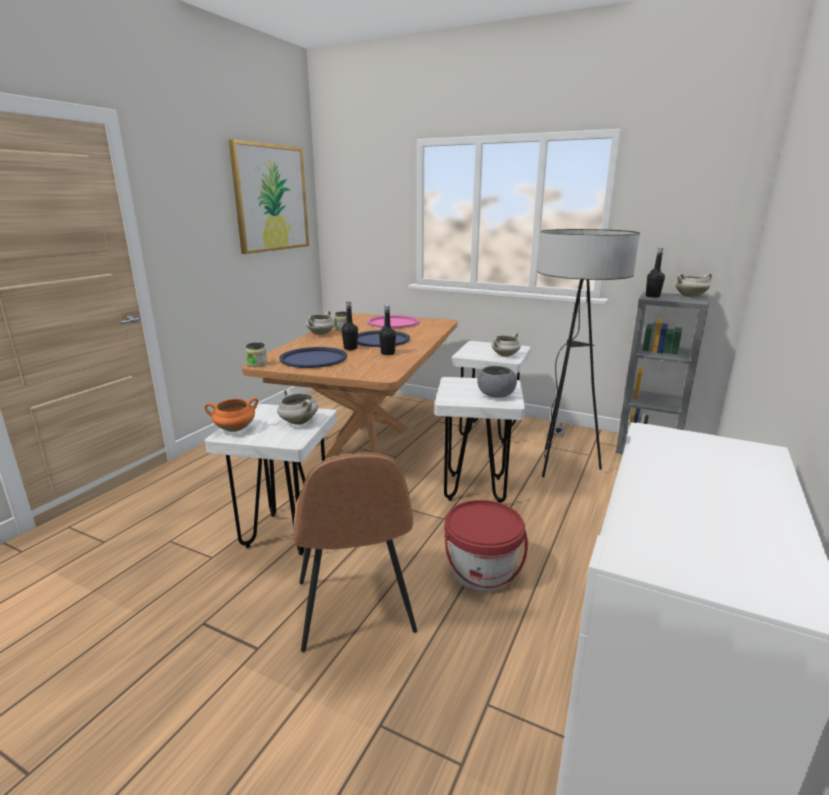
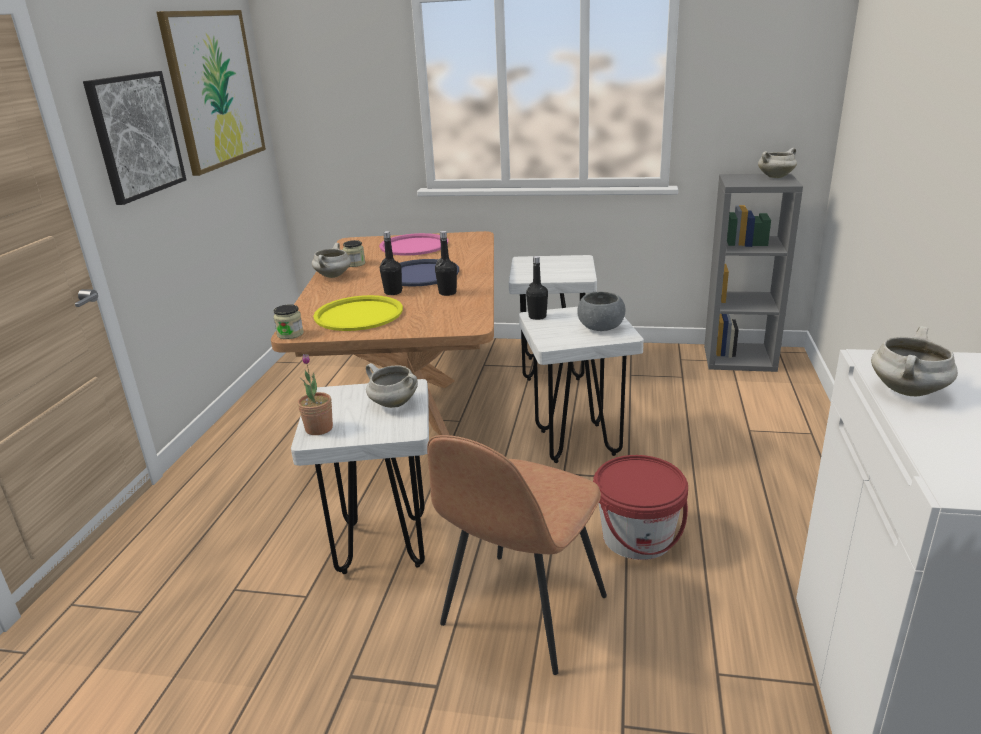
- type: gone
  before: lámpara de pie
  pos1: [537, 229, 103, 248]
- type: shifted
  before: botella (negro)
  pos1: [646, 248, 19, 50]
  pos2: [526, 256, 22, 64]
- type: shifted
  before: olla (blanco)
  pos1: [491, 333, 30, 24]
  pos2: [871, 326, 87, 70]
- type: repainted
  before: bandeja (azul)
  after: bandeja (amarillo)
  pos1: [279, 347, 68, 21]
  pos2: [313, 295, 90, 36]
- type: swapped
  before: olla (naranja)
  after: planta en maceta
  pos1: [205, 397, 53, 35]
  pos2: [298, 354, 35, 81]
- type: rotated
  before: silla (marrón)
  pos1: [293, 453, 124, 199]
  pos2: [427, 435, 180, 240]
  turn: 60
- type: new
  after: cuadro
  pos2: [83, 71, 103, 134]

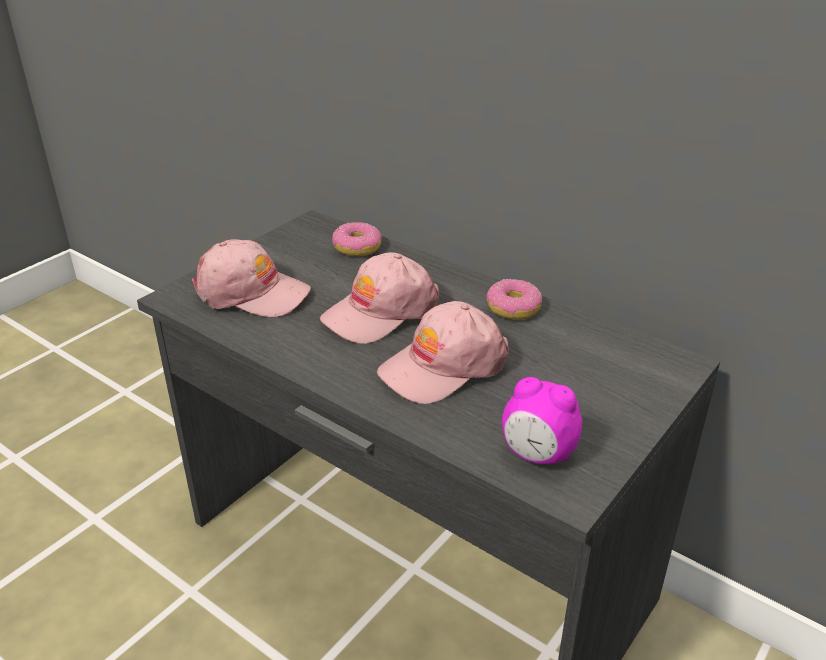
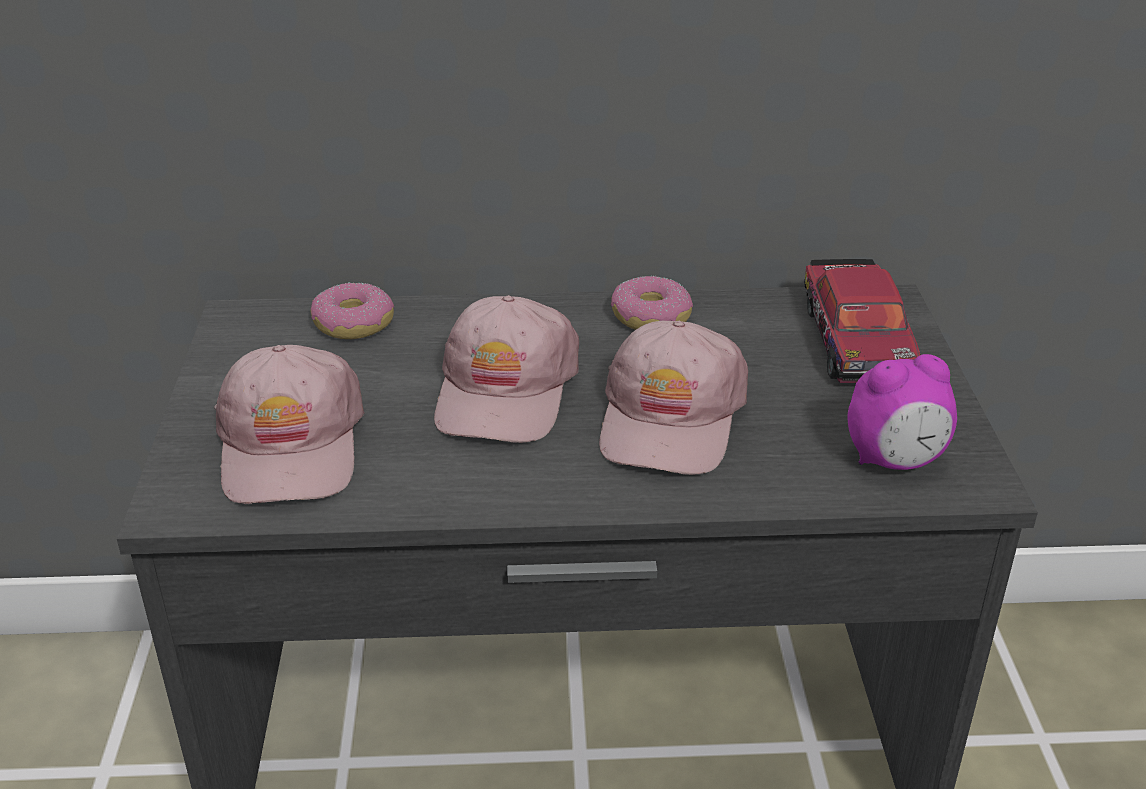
- type: rotated
  before: gorra (rosa)
  pos1: [192, 239, 119, 78]
  pos2: [214, 345, 150, 159]
  turn: 105
- type: new
  after: coche de juguete
  pos2: [804, 259, 117, 124]

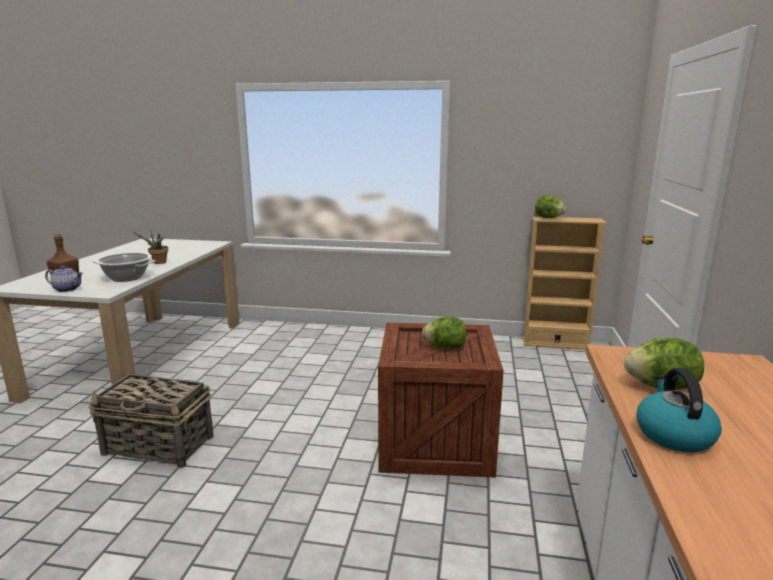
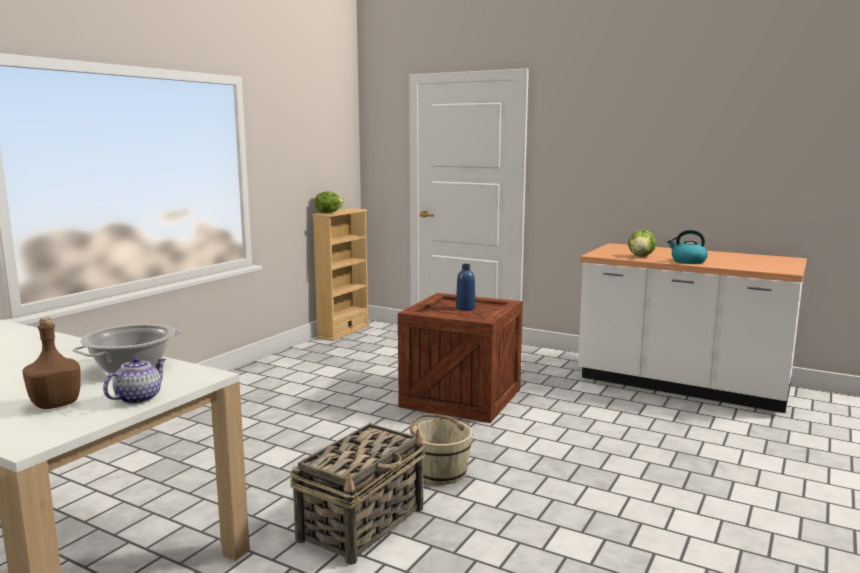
- type: gone
  before: planta en maceta
  pos1: [132, 230, 36, 34]
- type: swapped
  before: lechuga
  after: botella (azul)
  pos1: [422, 317, 44, 32]
  pos2: [456, 264, 19, 47]
- type: new
  after: cubo (beis)
  pos2: [410, 413, 63, 72]

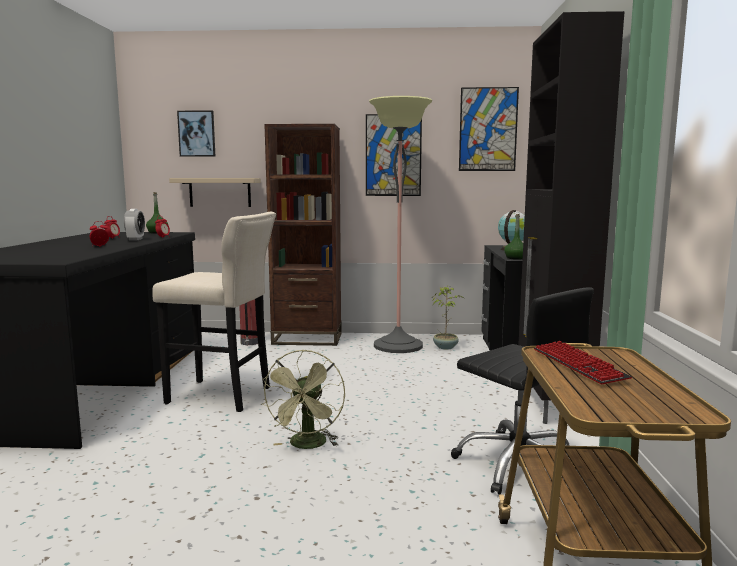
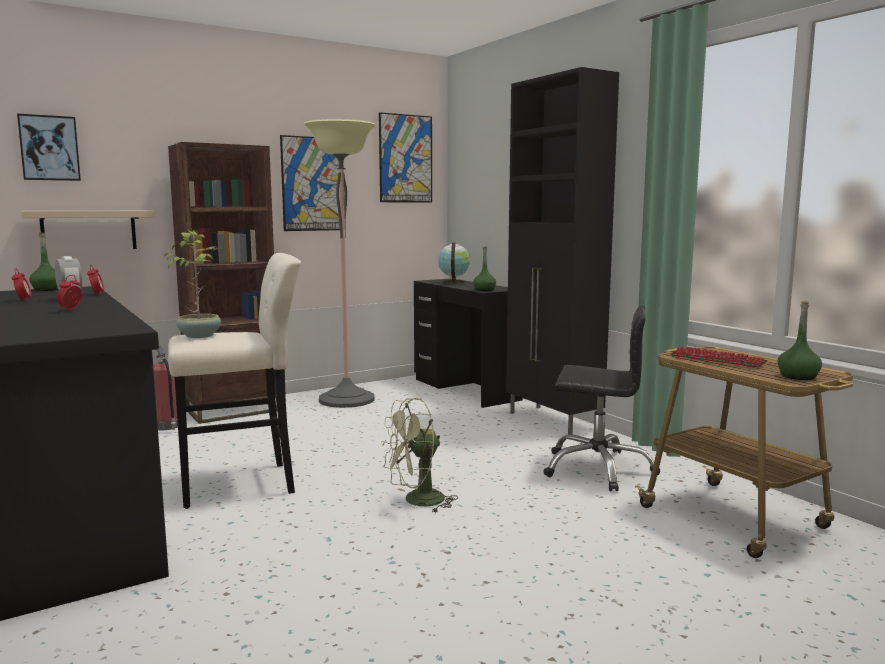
- type: shifted
  before: planta en maceta
  pos1: [432, 286, 32, 64]
  pos2: [164, 230, 59, 108]
- type: rotated
  before: ventilador (verde)
  pos1: [261, 349, 84, 100]
  pos2: [381, 398, 77, 115]
  turn: 90
- type: new
  after: botella (verde)
  pos2: [777, 301, 45, 79]

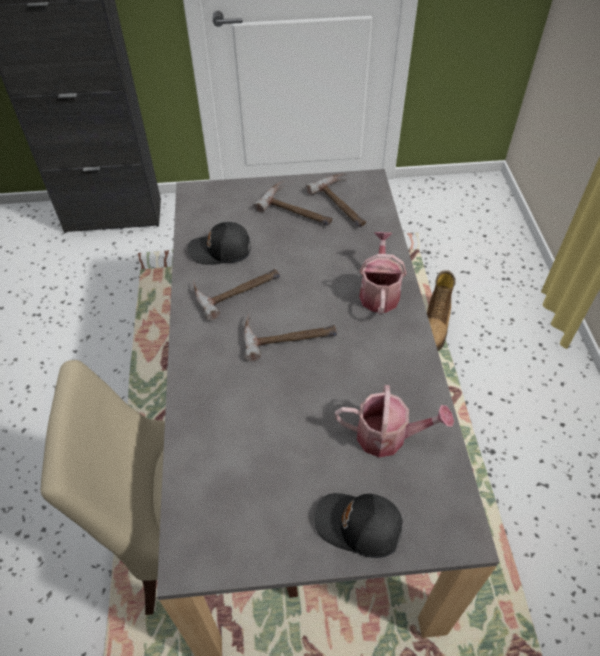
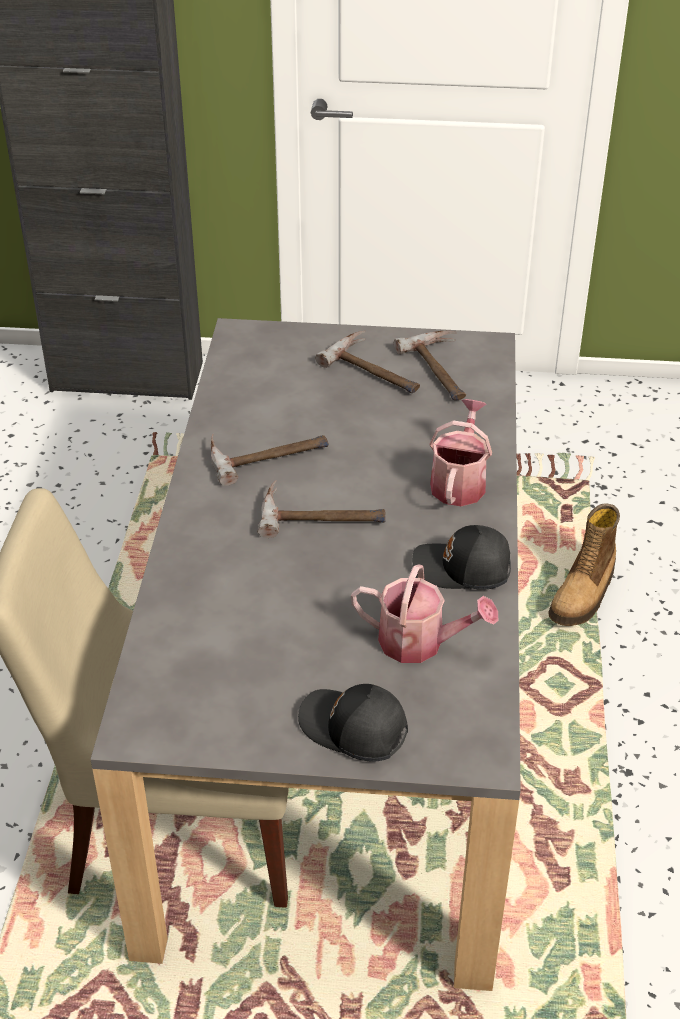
- type: shifted
  before: gorra (negro)
  pos1: [188, 222, 63, 43]
  pos2: [412, 525, 99, 65]

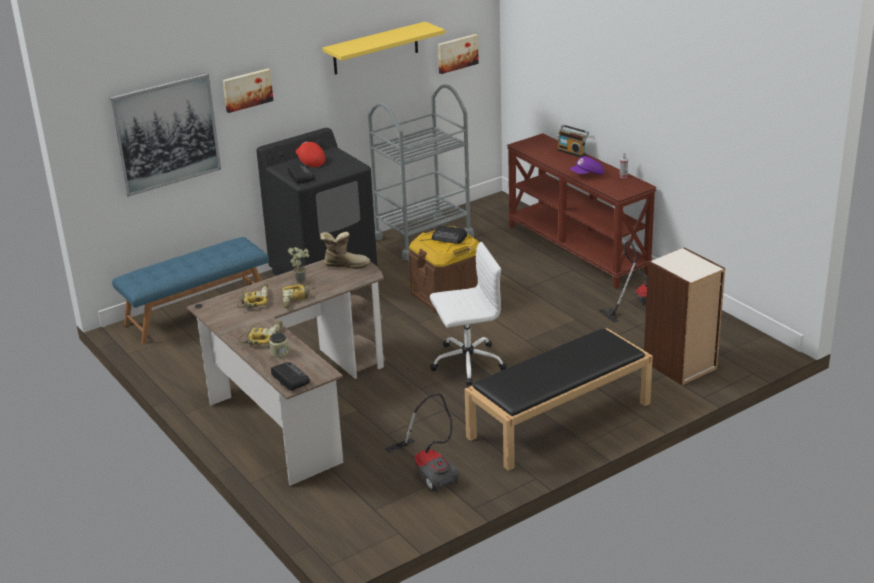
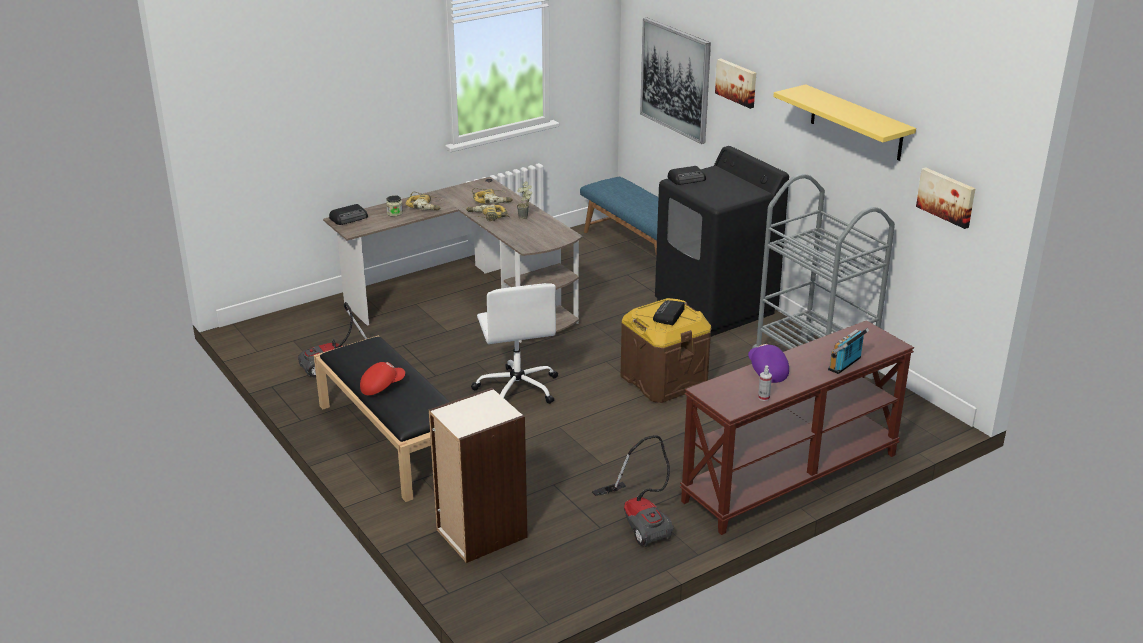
- type: shifted
  before: gorra (rojo)
  pos1: [296, 142, 30, 25]
  pos2: [360, 362, 45, 33]
- type: gone
  before: bota
  pos1: [320, 232, 50, 37]

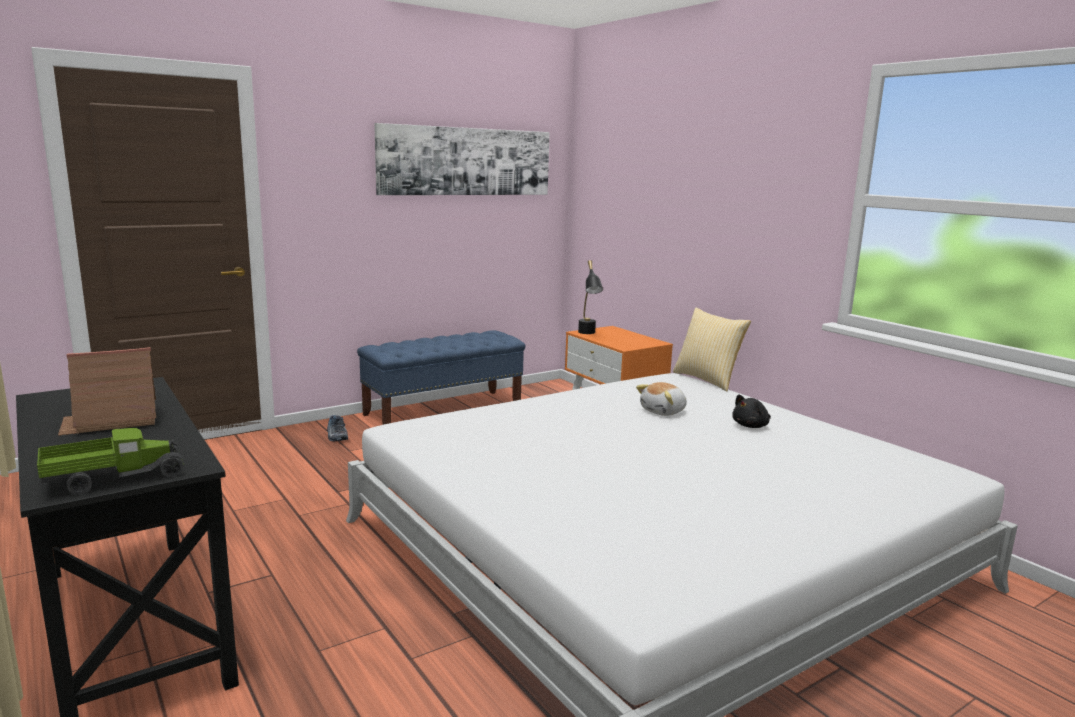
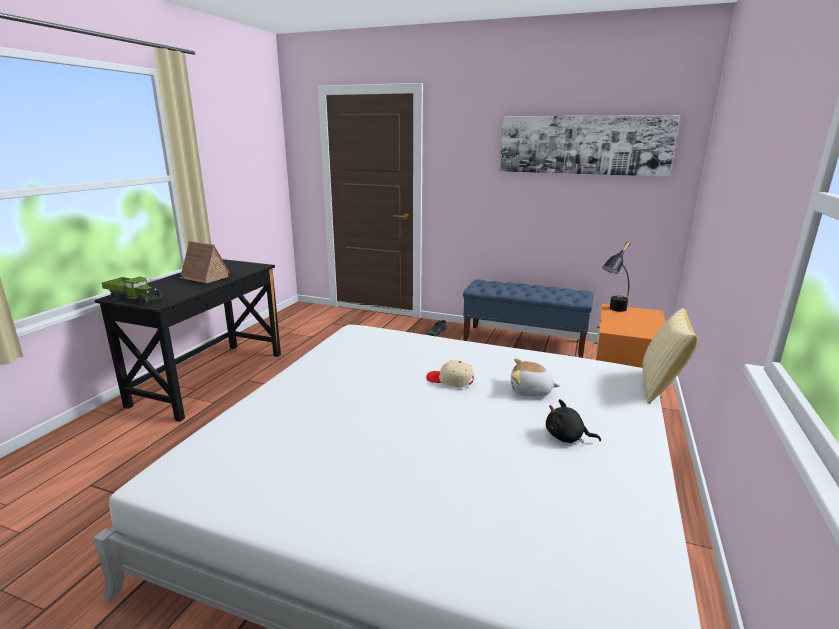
- type: new
  after: gorra (beis)
  pos2: [426, 360, 48, 27]

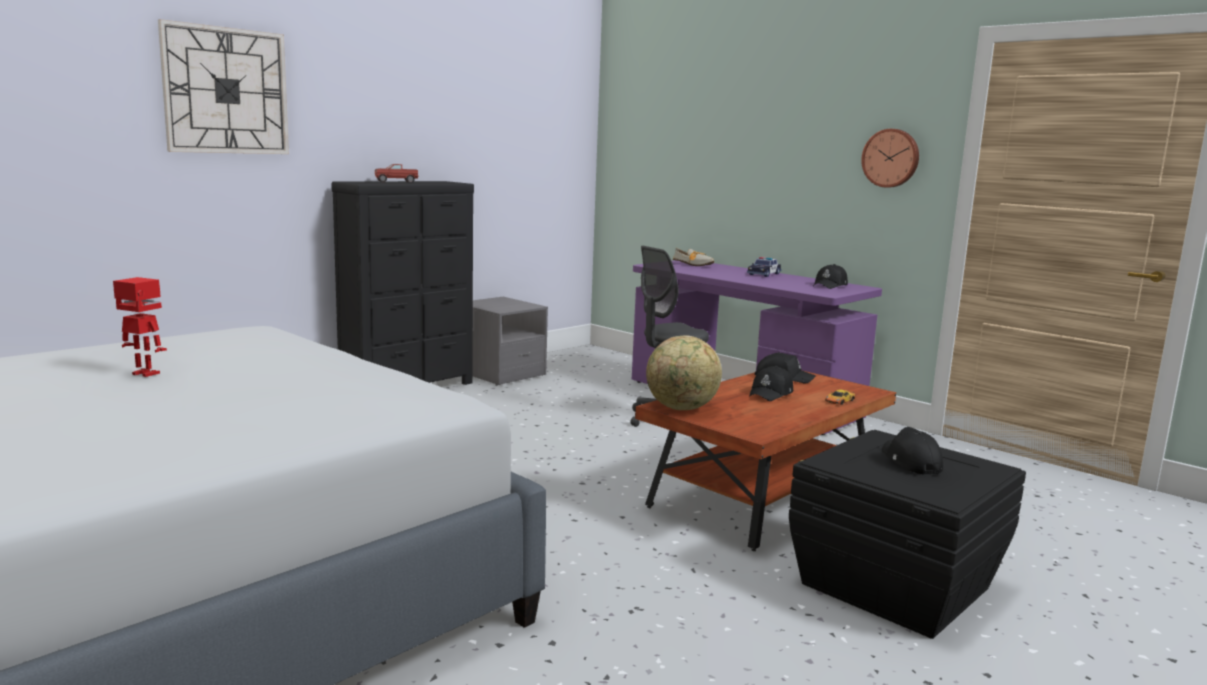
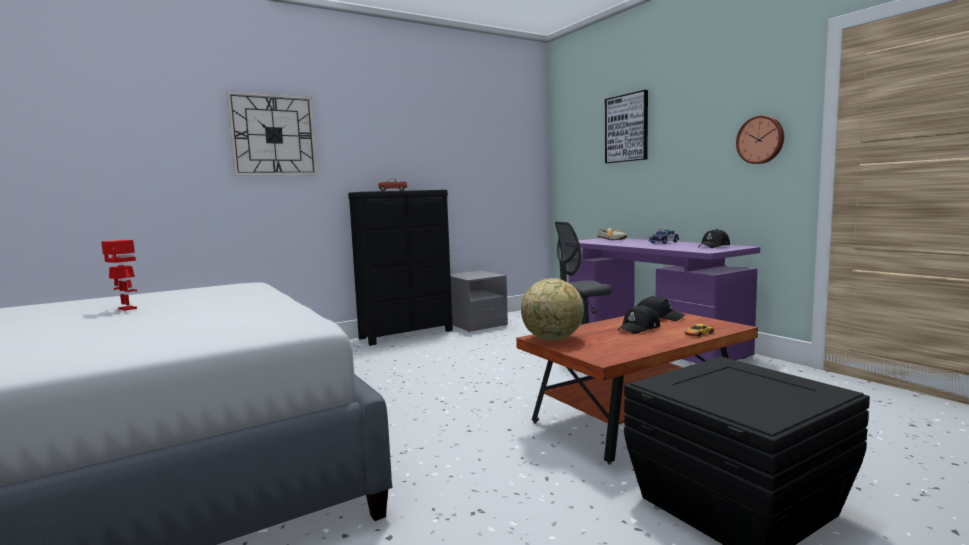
- type: gone
  before: gorra (negro)
  pos1: [882, 427, 61, 48]
- type: new
  after: cuadro
  pos2: [605, 90, 43, 73]

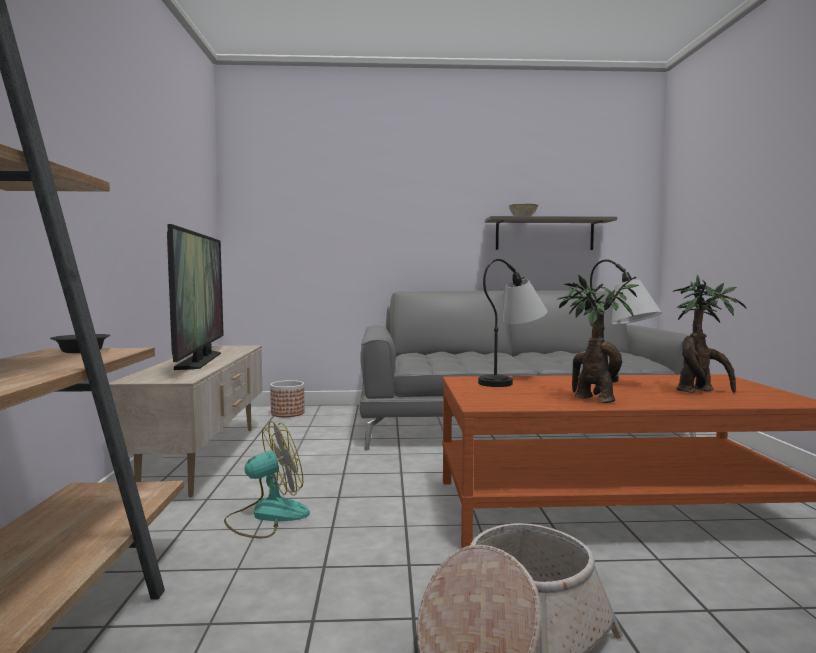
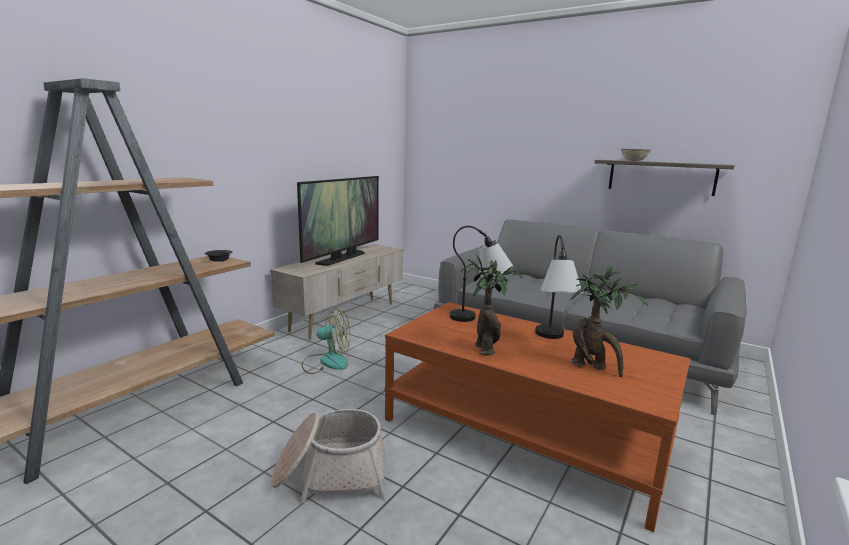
- type: gone
  before: maceta
  pos1: [270, 380, 35, 37]

